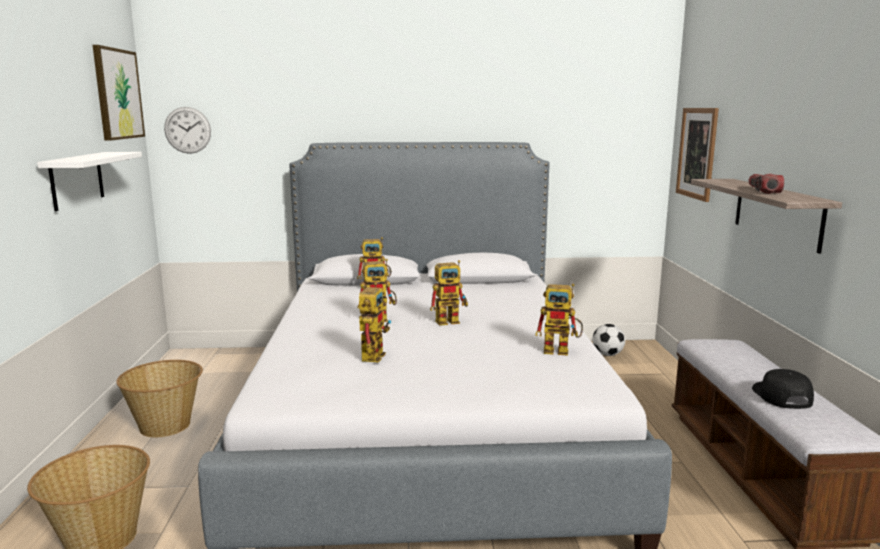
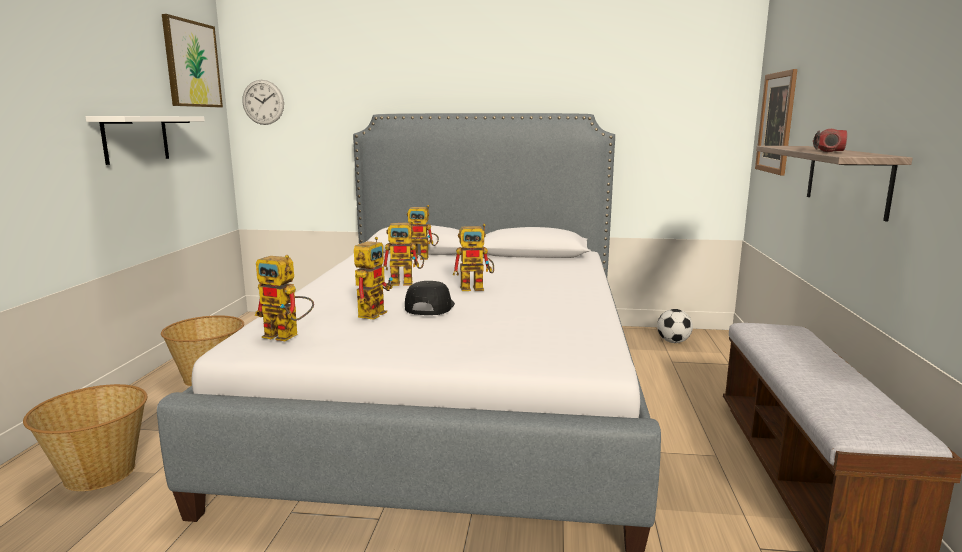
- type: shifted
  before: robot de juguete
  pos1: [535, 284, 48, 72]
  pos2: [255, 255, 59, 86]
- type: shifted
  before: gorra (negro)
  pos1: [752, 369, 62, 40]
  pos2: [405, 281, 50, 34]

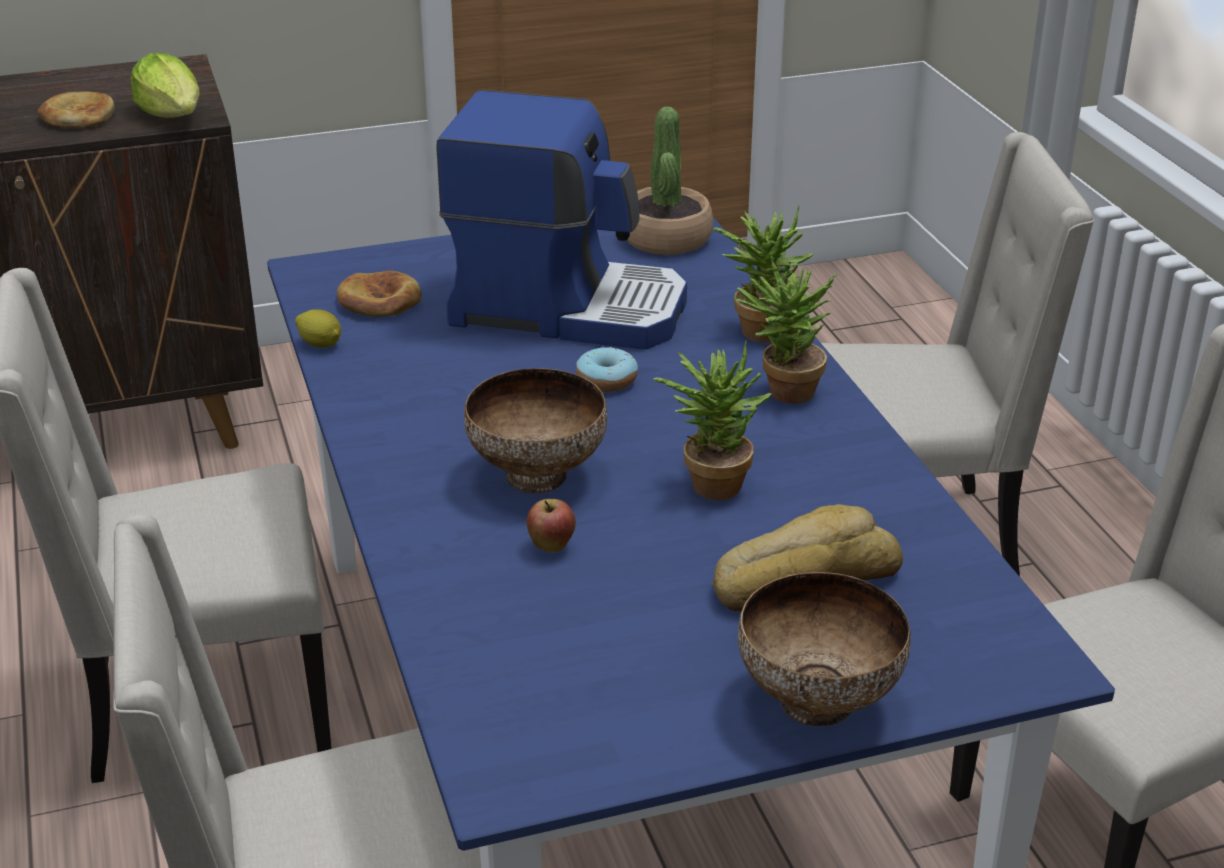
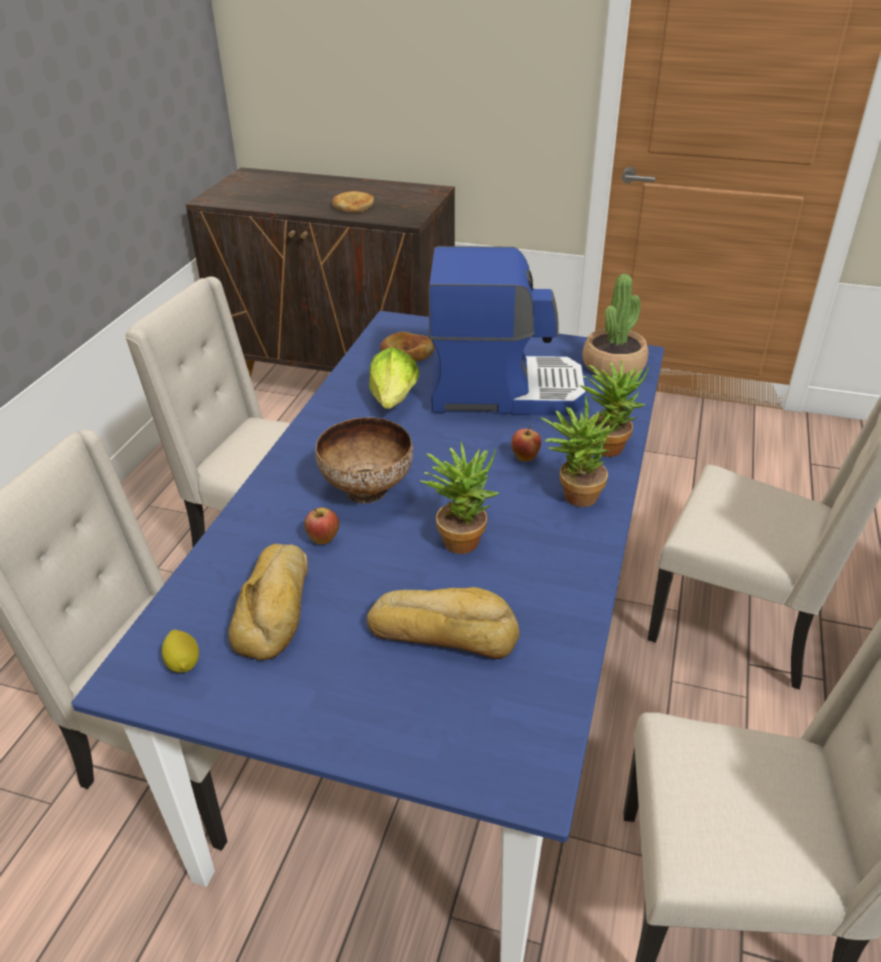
- type: shifted
  before: lechuga
  pos1: [130, 53, 70, 65]
  pos2: [369, 347, 50, 62]
- type: rotated
  before: cafetera
  pos1: [436, 90, 251, 260]
  pos2: [429, 246, 157, 170]
  turn: -45
- type: shifted
  before: limón
  pos1: [295, 309, 46, 39]
  pos2: [162, 630, 37, 43]
- type: gone
  before: rosquilla
  pos1: [576, 346, 62, 46]
- type: gone
  before: cuenco
  pos1: [738, 572, 173, 155]
- type: new
  after: manzana
  pos2: [511, 426, 30, 35]
- type: new
  after: pan
  pos2: [229, 544, 79, 116]

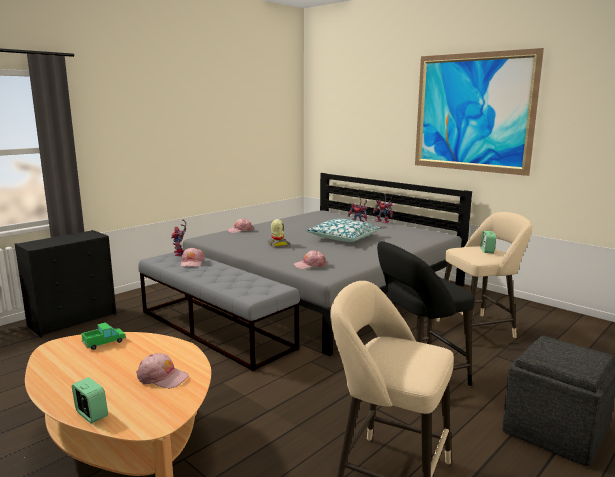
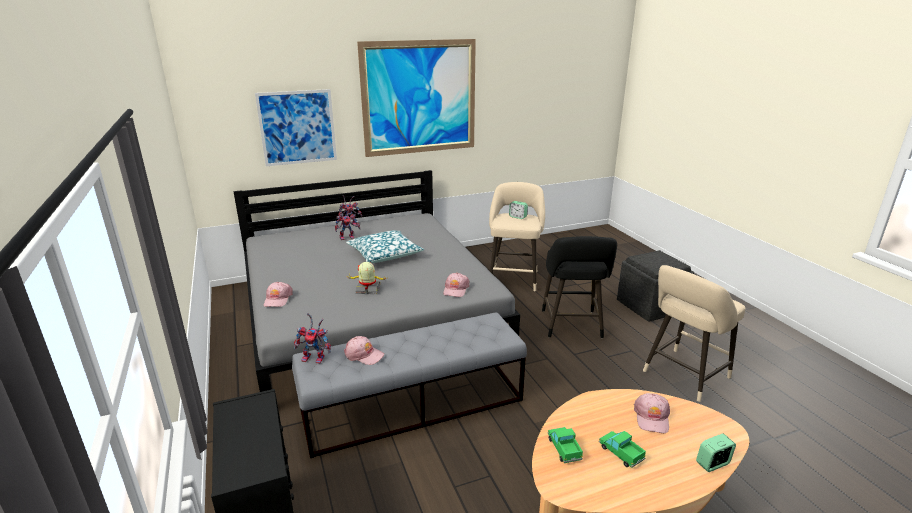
- type: rotated
  before: gorra (rosa)
  pos1: [136, 353, 53, 35]
  pos2: [634, 393, 36, 40]
  turn: 150
- type: new
  after: cuadro
  pos2: [255, 89, 82, 77]
- type: new
  after: camión de juguete
  pos2: [599, 431, 47, 37]

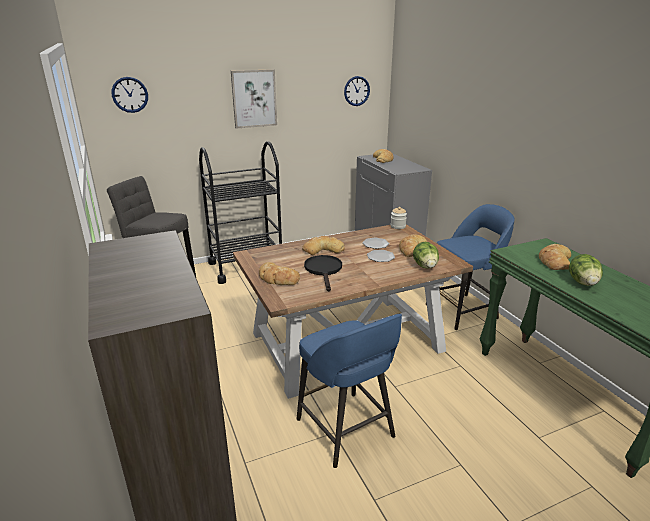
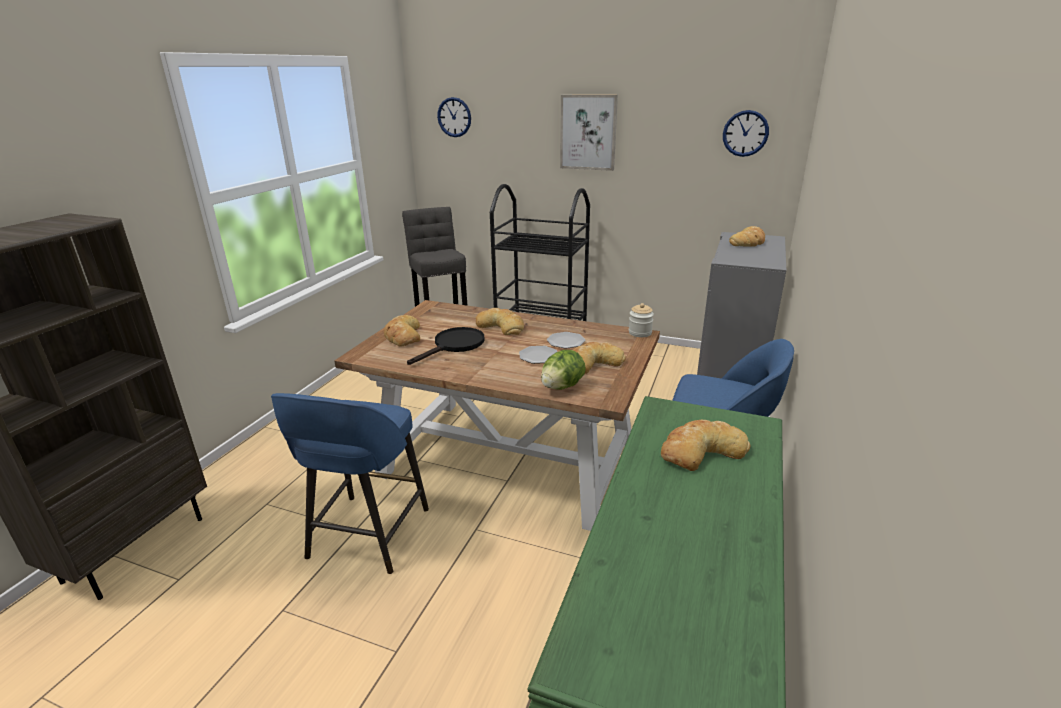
- type: gone
  before: lechuga
  pos1: [569, 254, 34, 32]

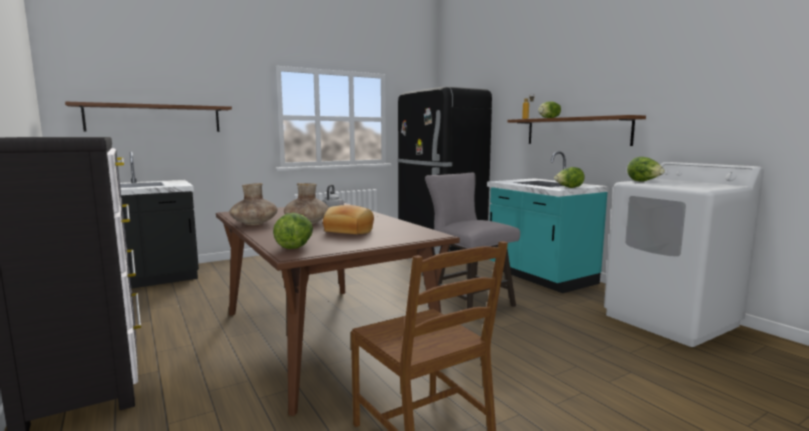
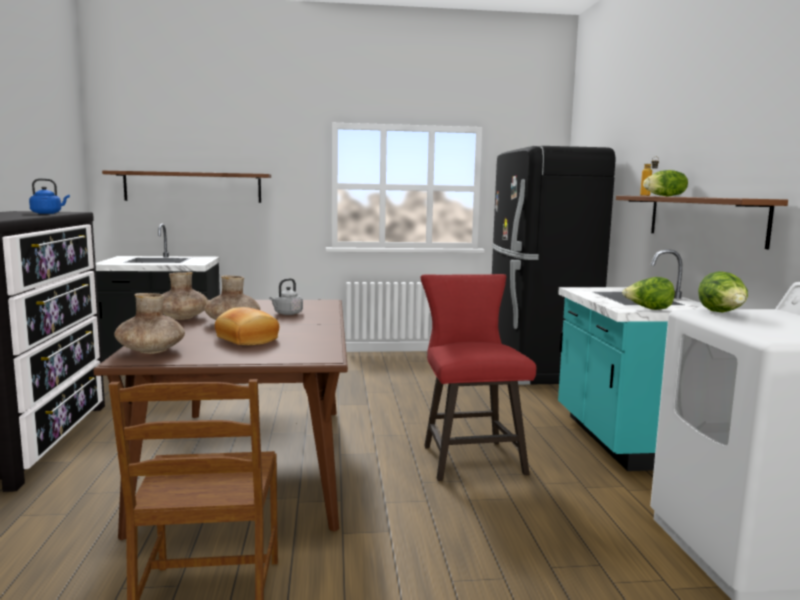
- type: repainted
  before: taburete (gris)
  after: taburete (rojo)
  pos1: [425, 172, 95, 137]
  pos2: [421, 274, 115, 207]
- type: swapped
  before: lechuga
  after: florero (marrón)
  pos1: [273, 213, 40, 36]
  pos2: [114, 293, 71, 61]
- type: new
  after: hervidor (azul)
  pos2: [29, 178, 41, 36]

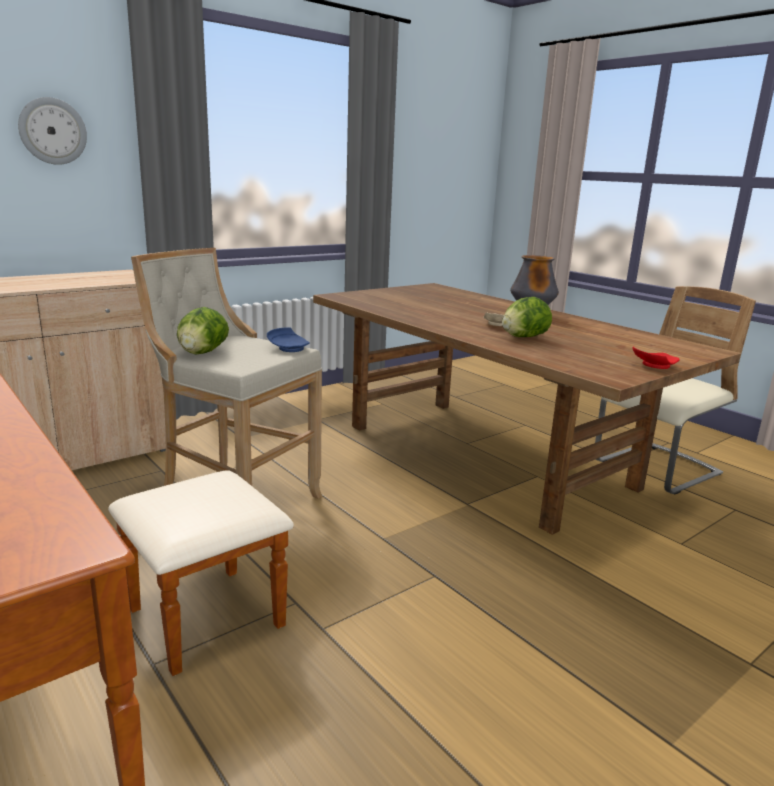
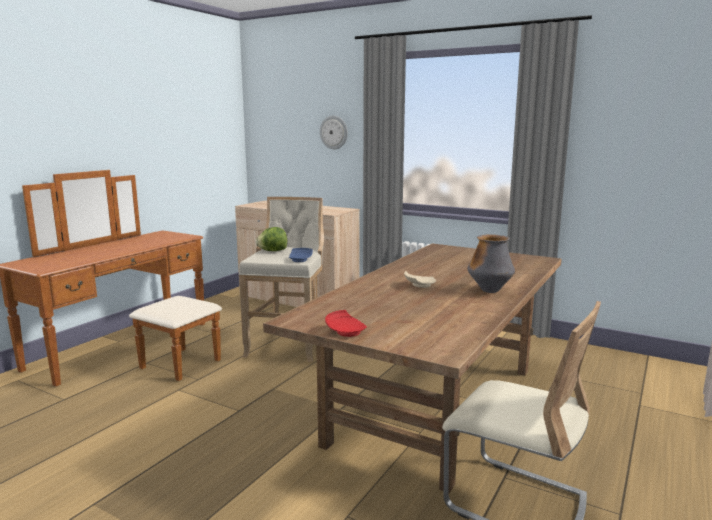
- type: gone
  before: lechuga
  pos1: [502, 297, 50, 40]

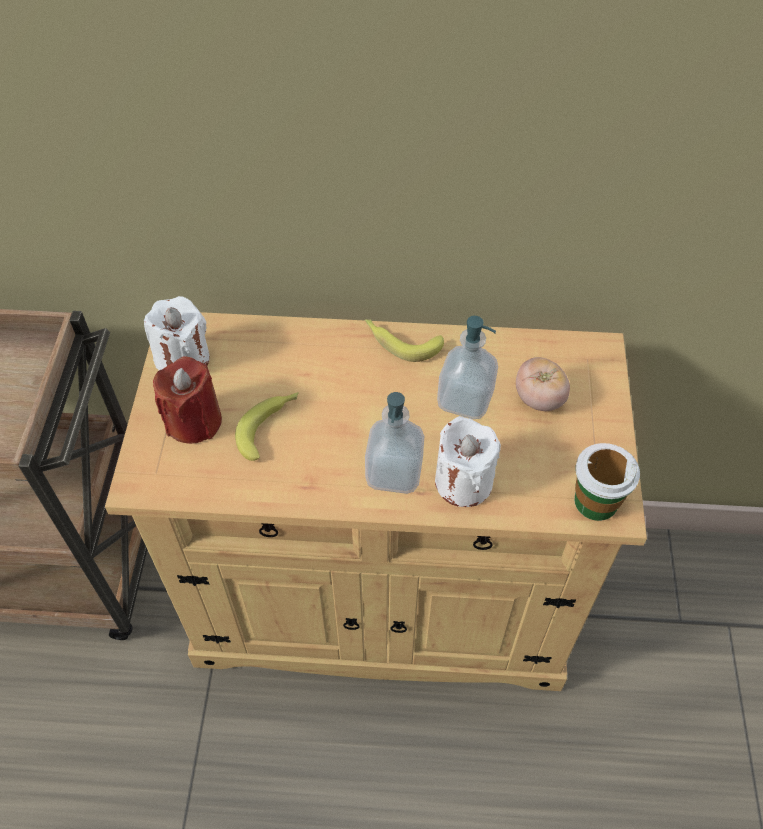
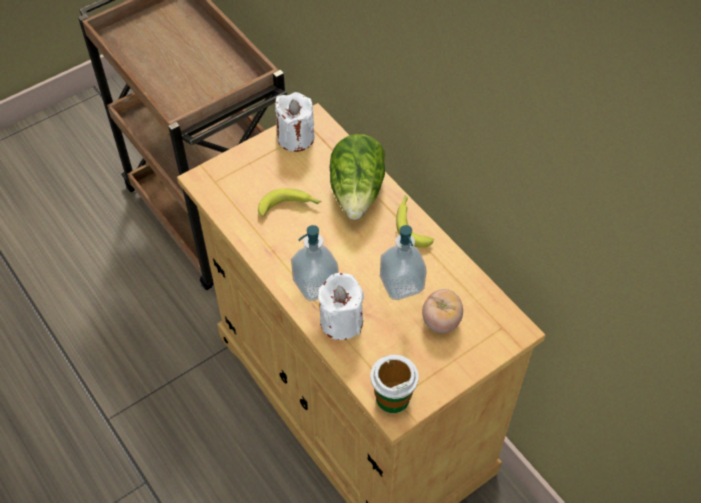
- type: gone
  before: vela (rojo)
  pos1: [153, 357, 69, 87]
- type: new
  after: lechuga
  pos2: [330, 134, 55, 86]

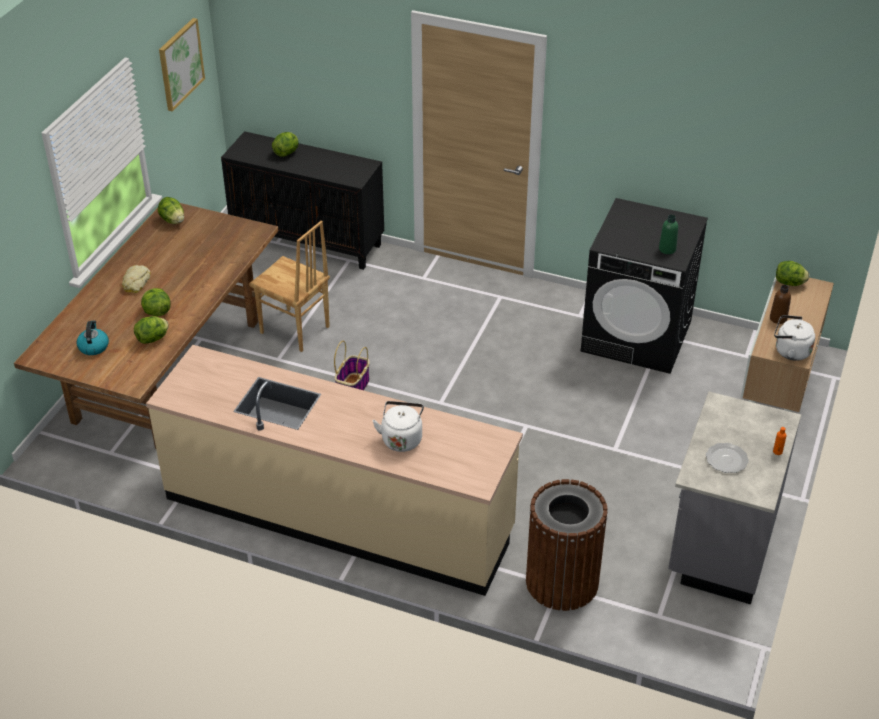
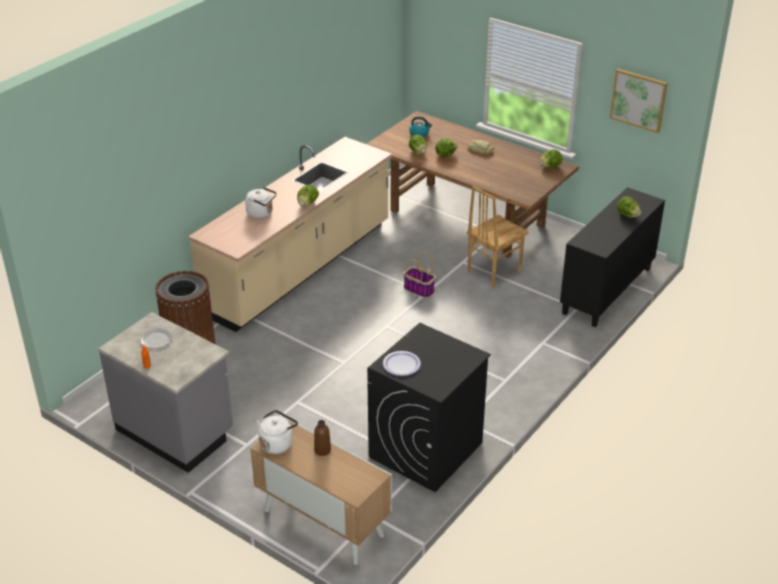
- type: swapped
  before: botella (verde)
  after: plato
  pos1: [659, 215, 19, 39]
  pos2: [383, 351, 38, 25]
- type: shifted
  before: lechuga
  pos1: [776, 261, 33, 25]
  pos2: [297, 185, 22, 21]

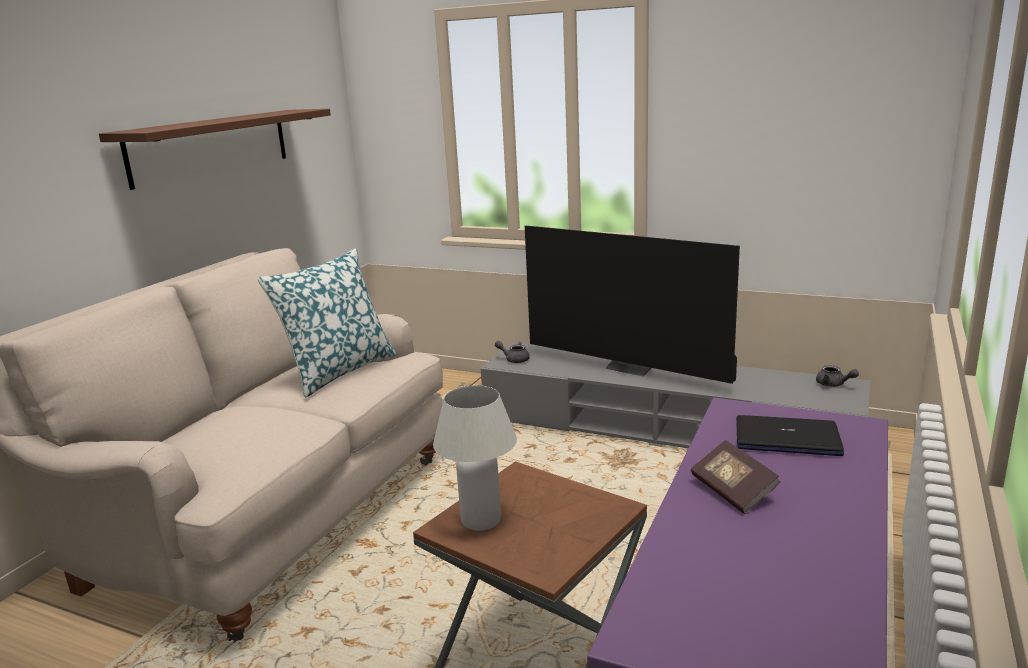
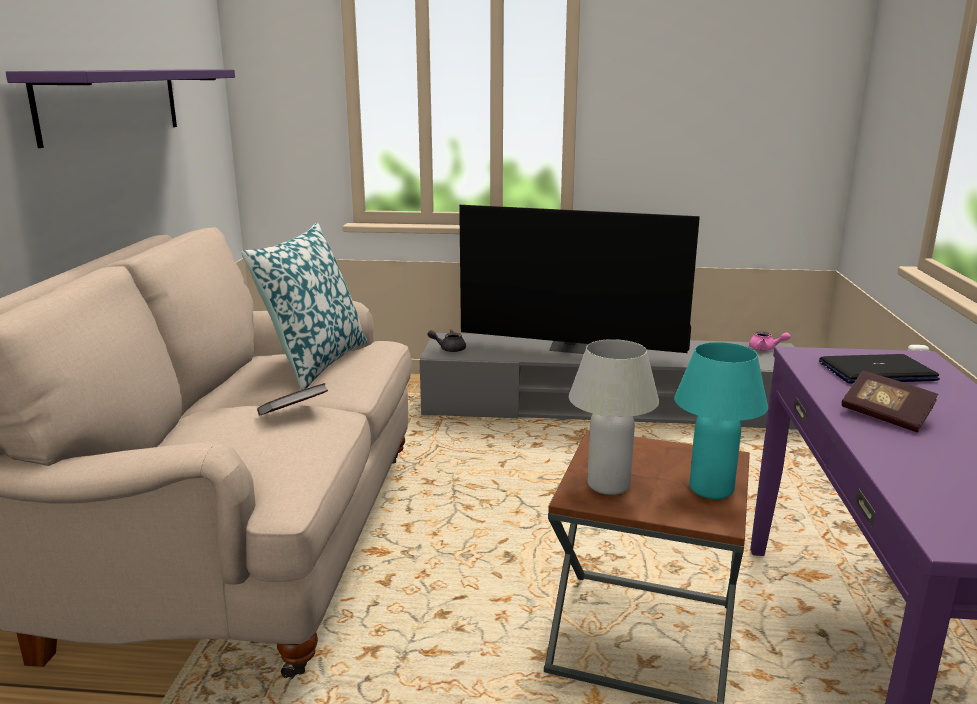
- type: repainted
  before: estante (marrón)
  after: estante (morado)
  pos1: [99, 109, 232, 81]
  pos2: [6, 70, 229, 78]
- type: repainted
  before: tetera (gris)
  after: tetera (rosa)
  pos1: [816, 365, 43, 22]
  pos2: [749, 331, 41, 20]
- type: new
  after: lámpara de mesa (turquesa)
  pos2: [674, 342, 94, 157]
- type: new
  after: libro
  pos2: [257, 383, 71, 32]

